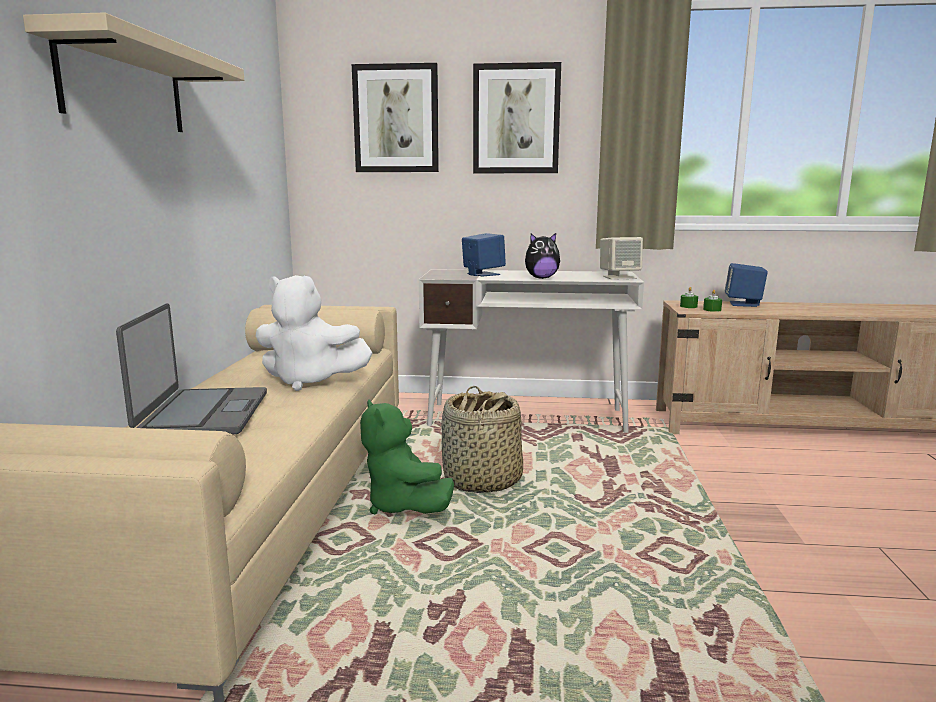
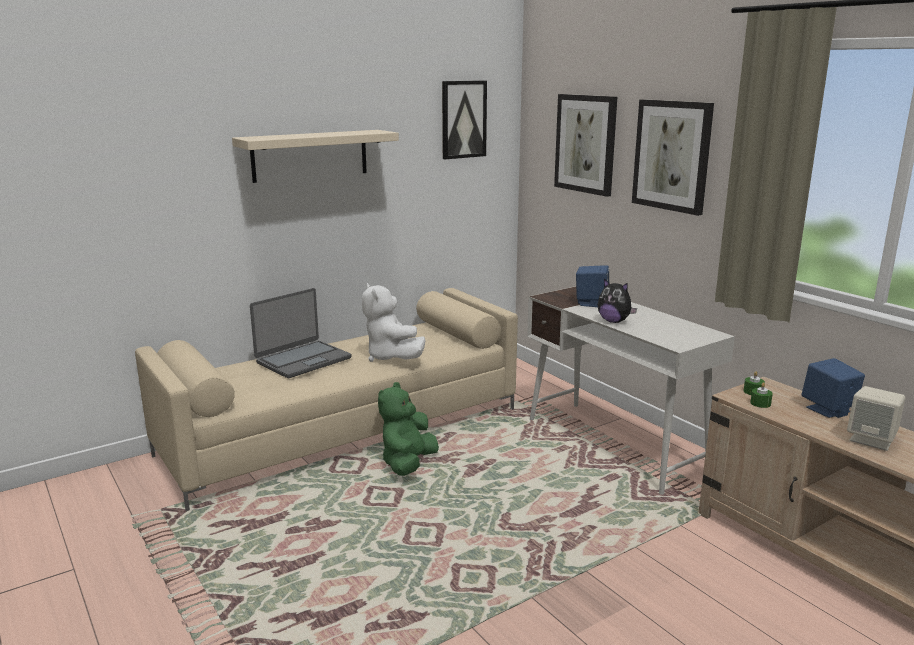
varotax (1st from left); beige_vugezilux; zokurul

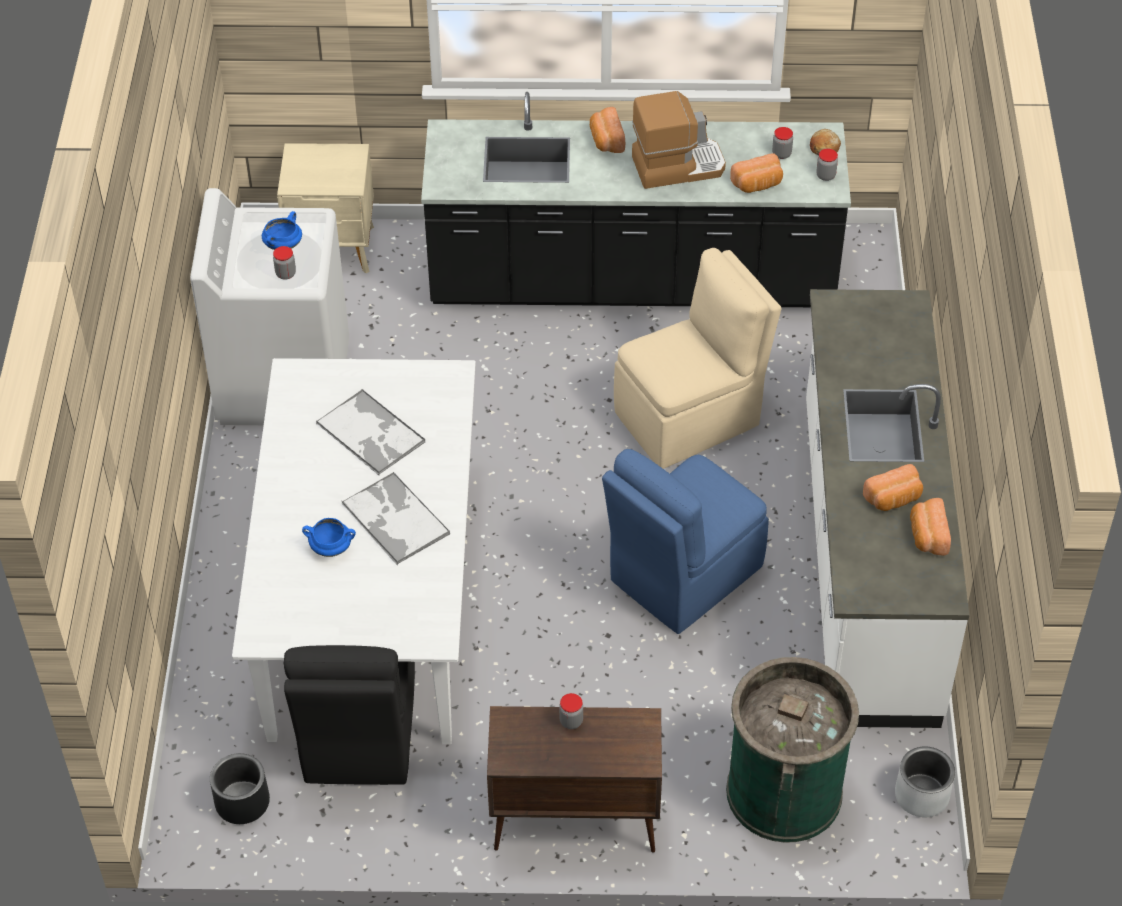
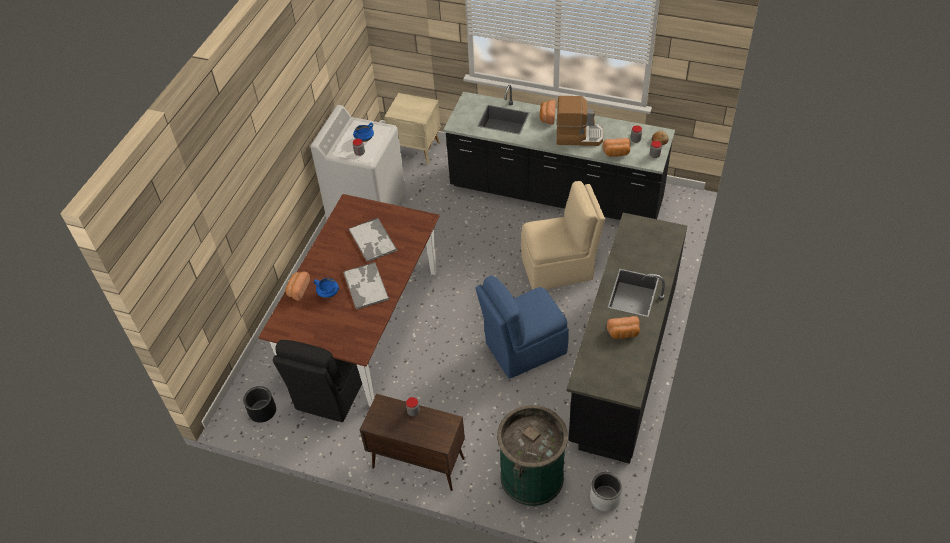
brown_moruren; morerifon (1st from left); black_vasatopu (2nd from left)

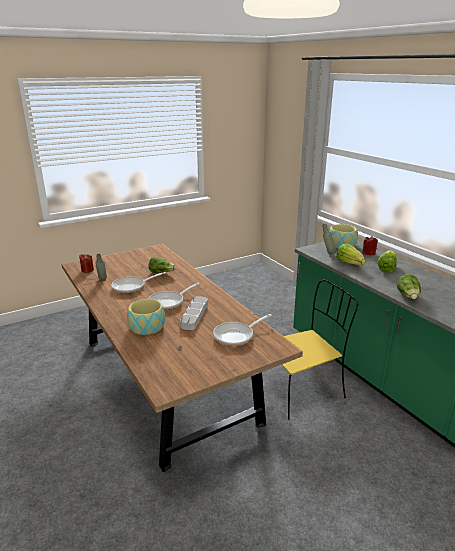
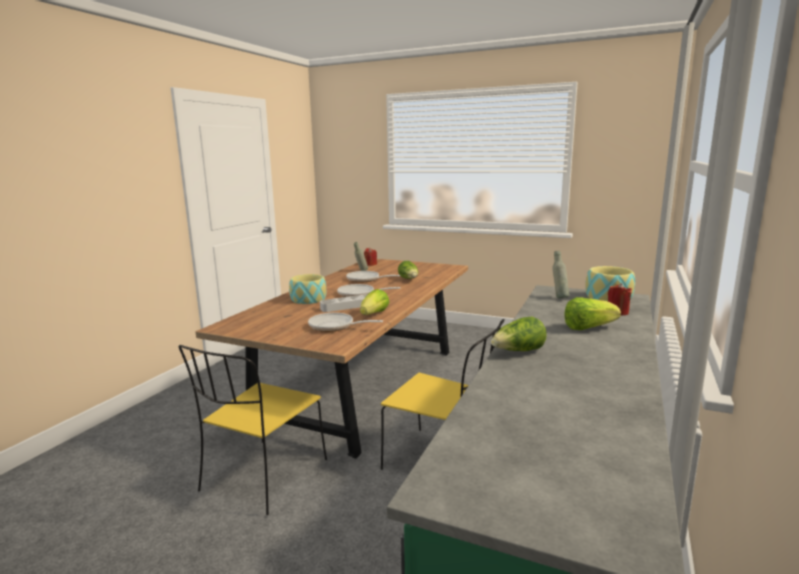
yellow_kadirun (1st from left); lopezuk (1st from left)

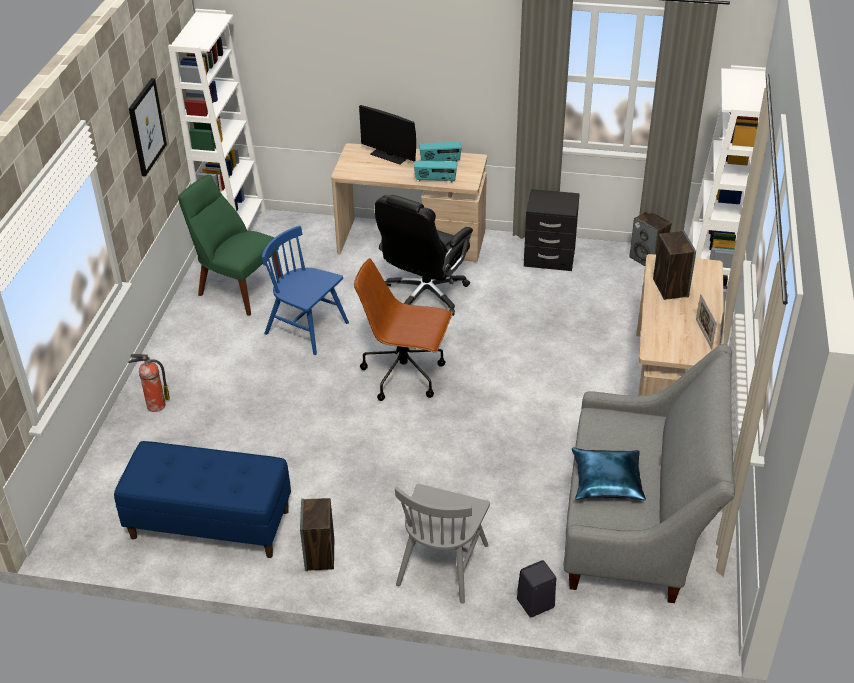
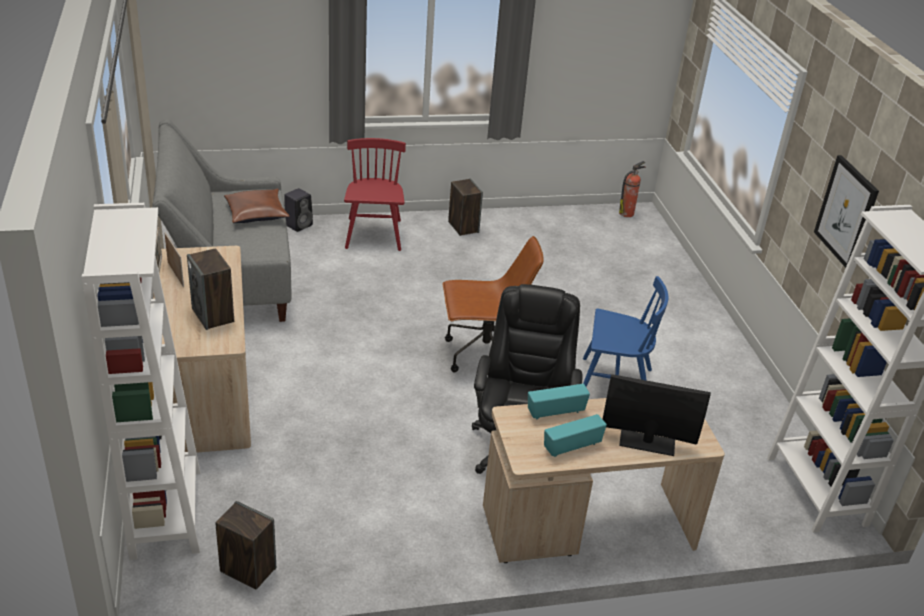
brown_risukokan; red_kadirun; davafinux; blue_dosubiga; green_kadirun; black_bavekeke

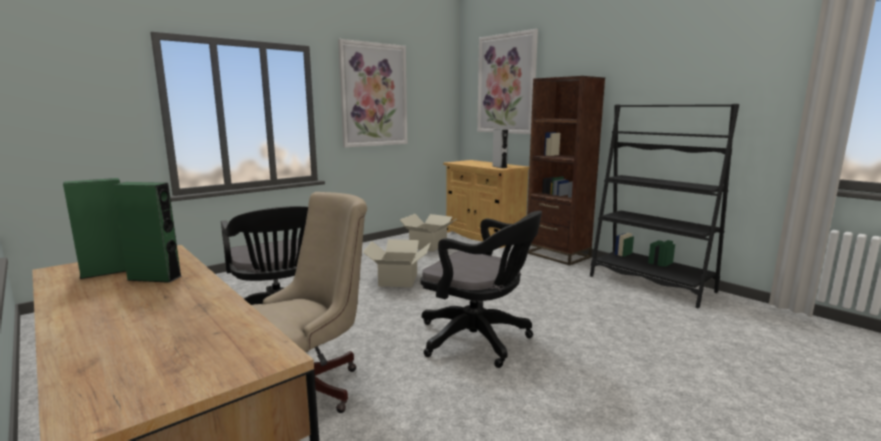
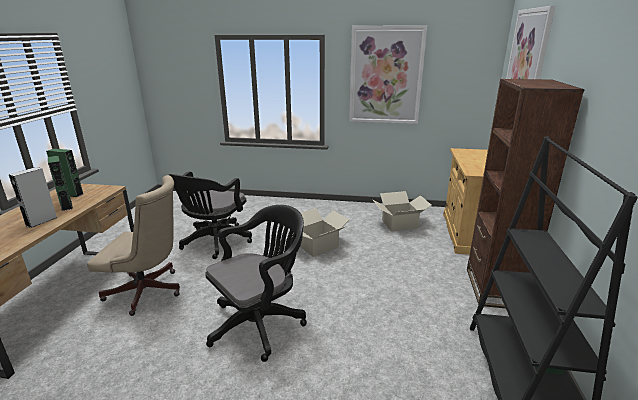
grey_vugezilux; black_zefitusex (2nd from left)

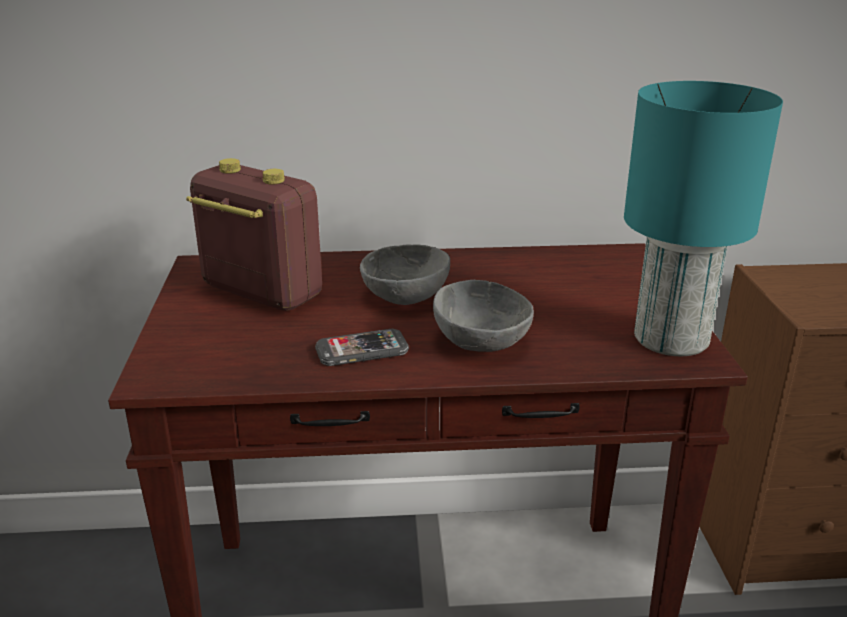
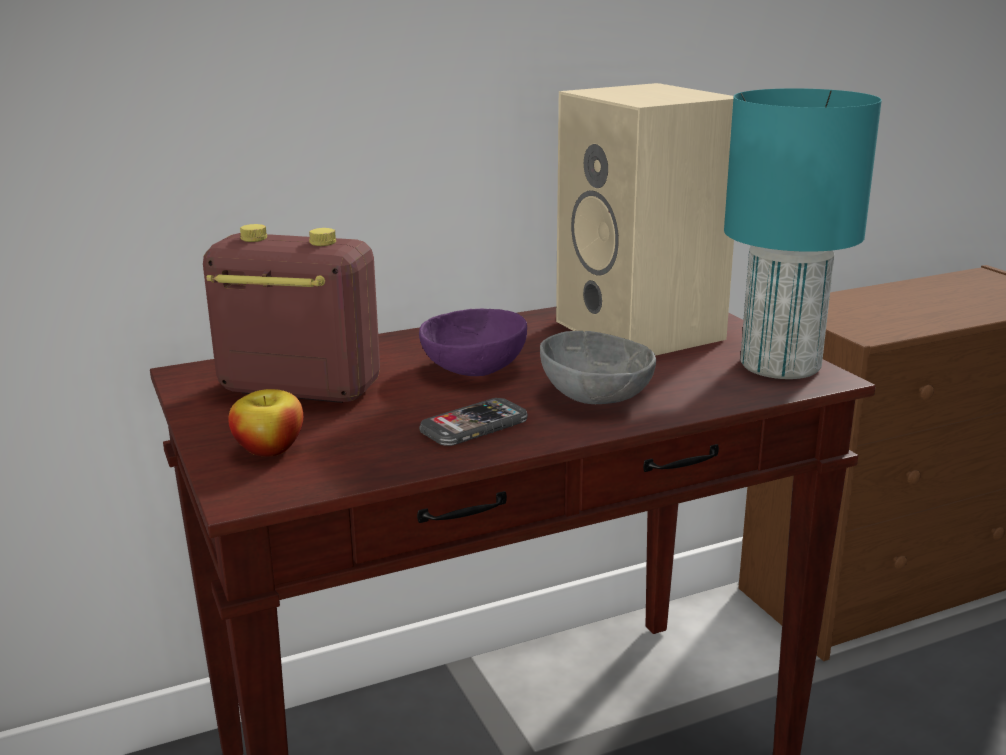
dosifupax; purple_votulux; beige_vugezilux

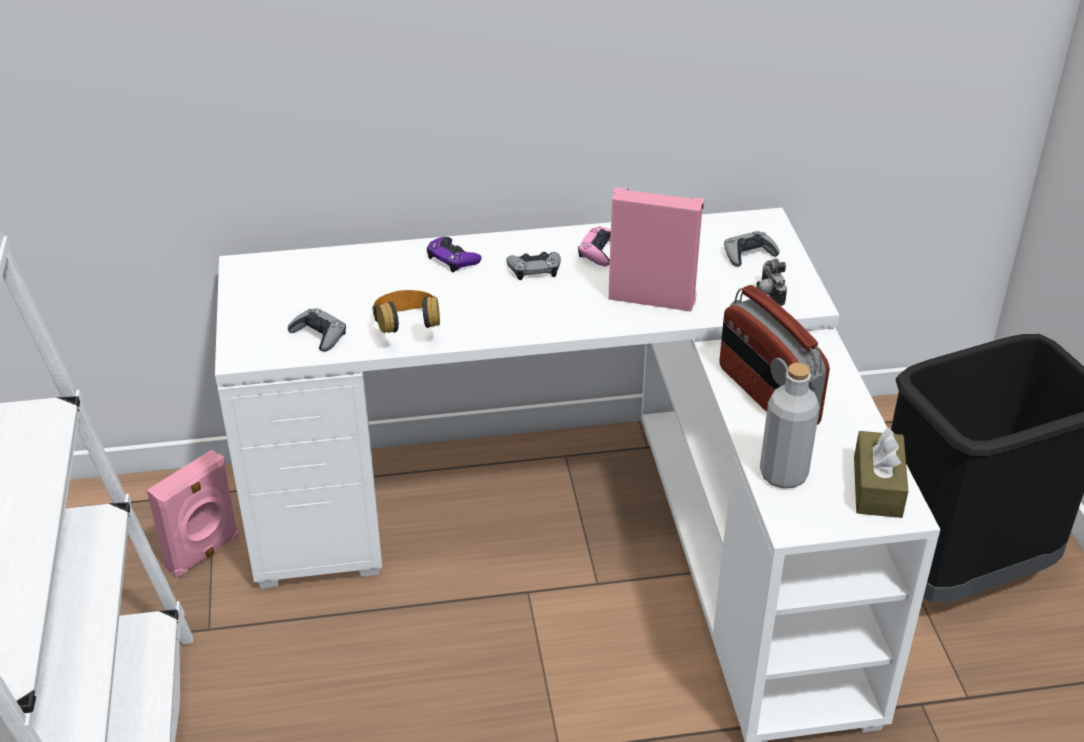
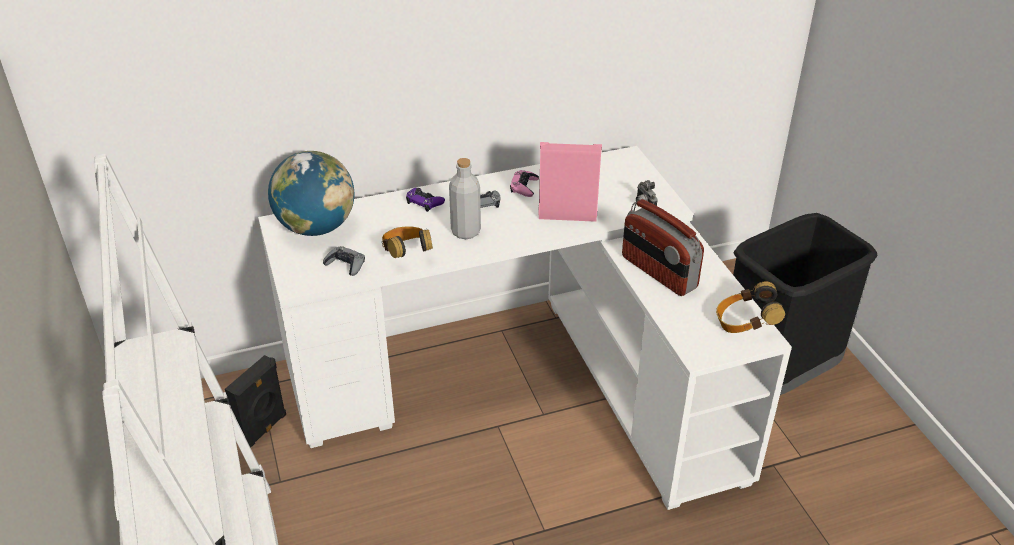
black_vugezilux; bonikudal; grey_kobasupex; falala (2nd from left); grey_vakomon (3rd from left in the first image)

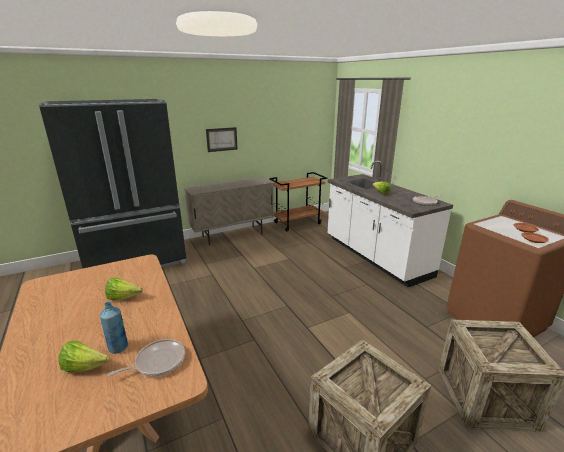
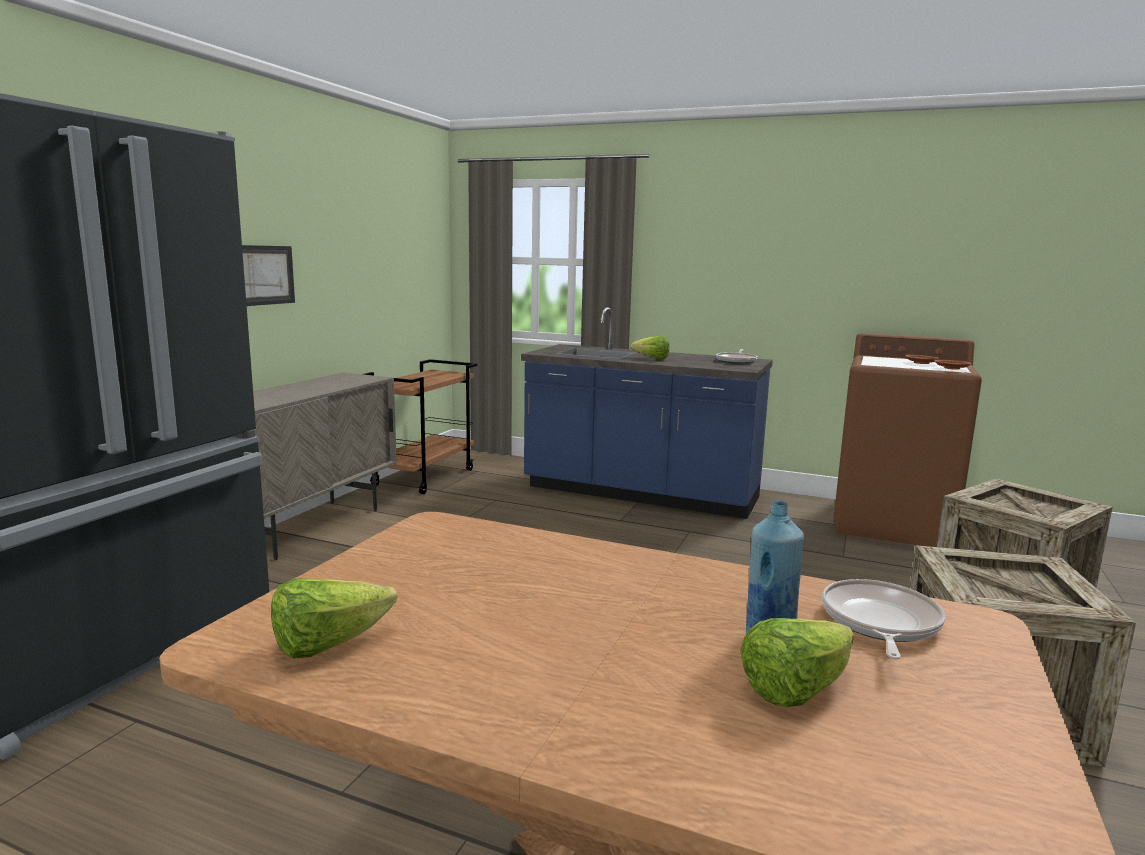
lopezuk (1st from left); blue_vasatopu

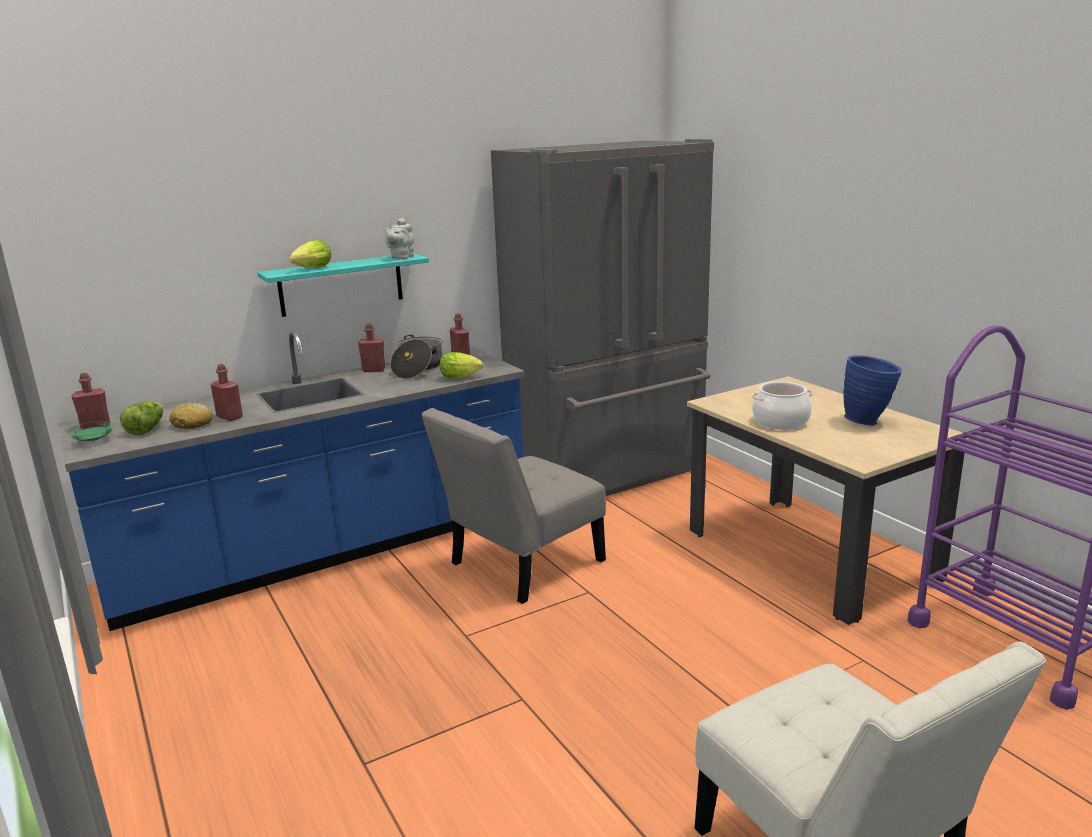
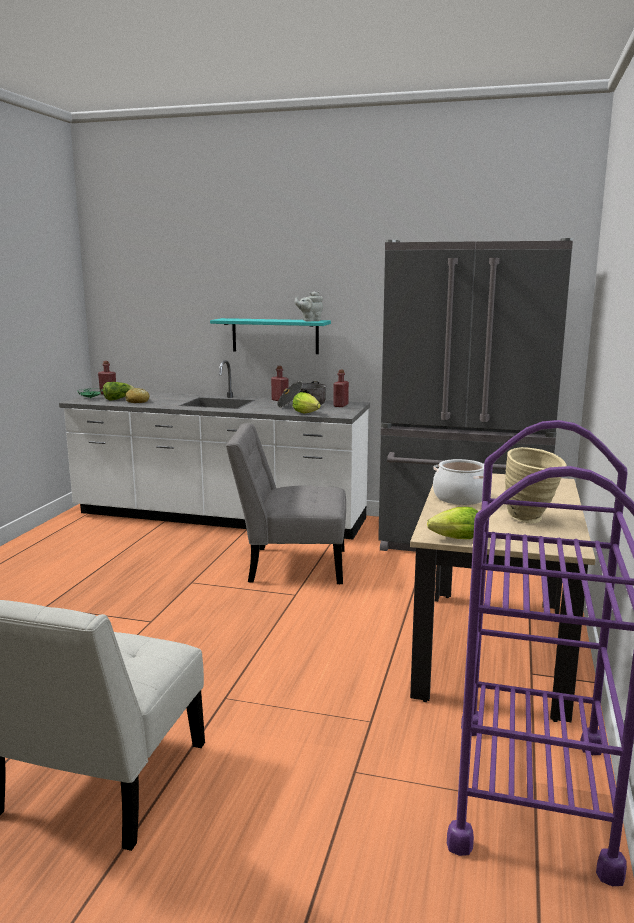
white_vasatopu; lopezuk (3rd from left); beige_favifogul; red_kobasupex (2nd from left in the first image)

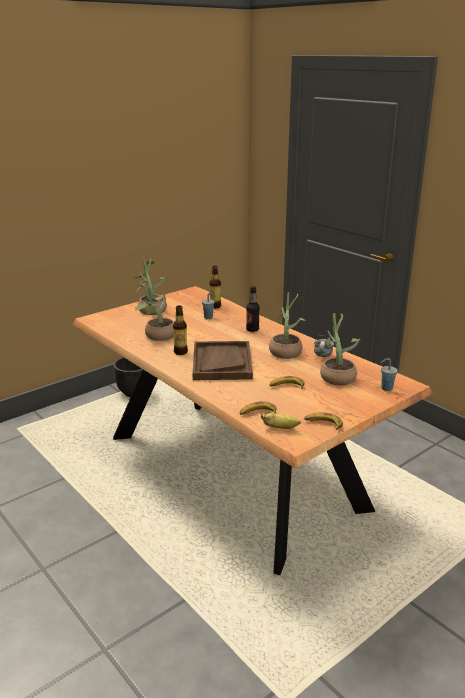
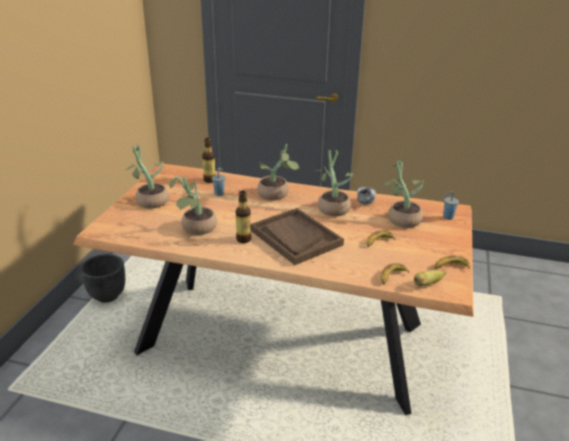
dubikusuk (3rd from left)

